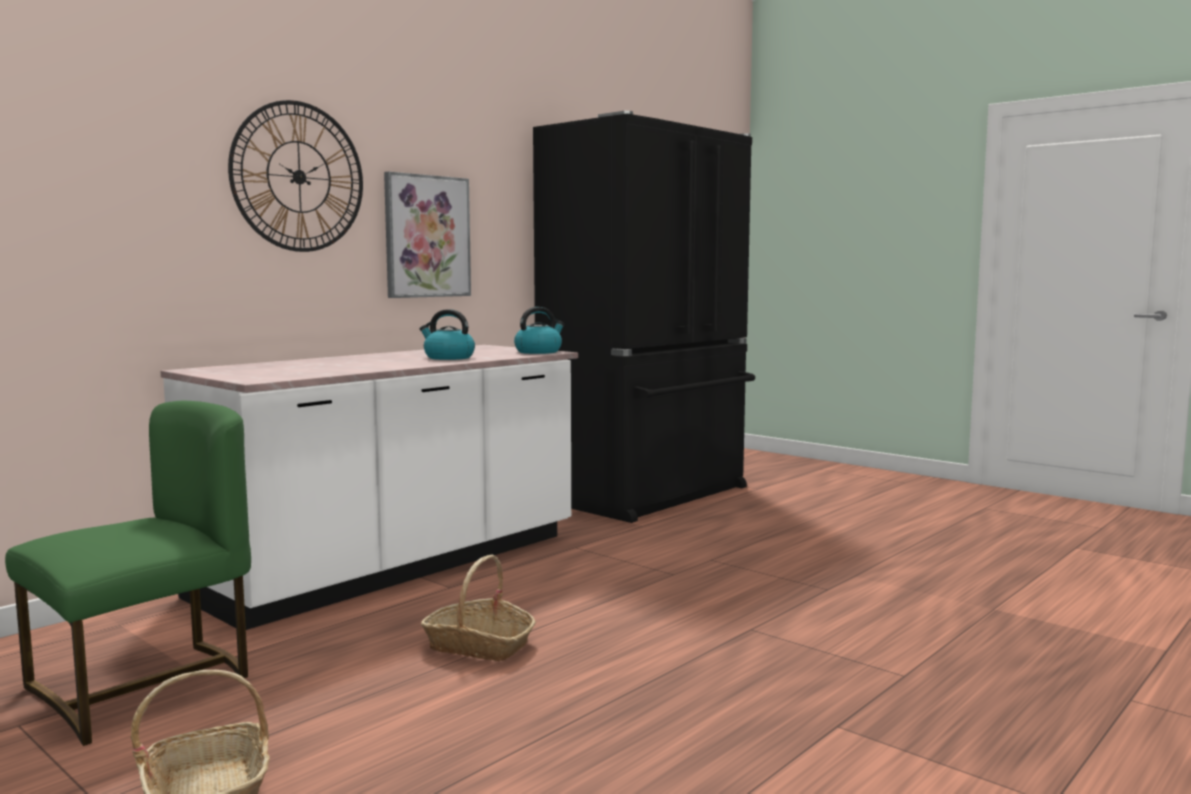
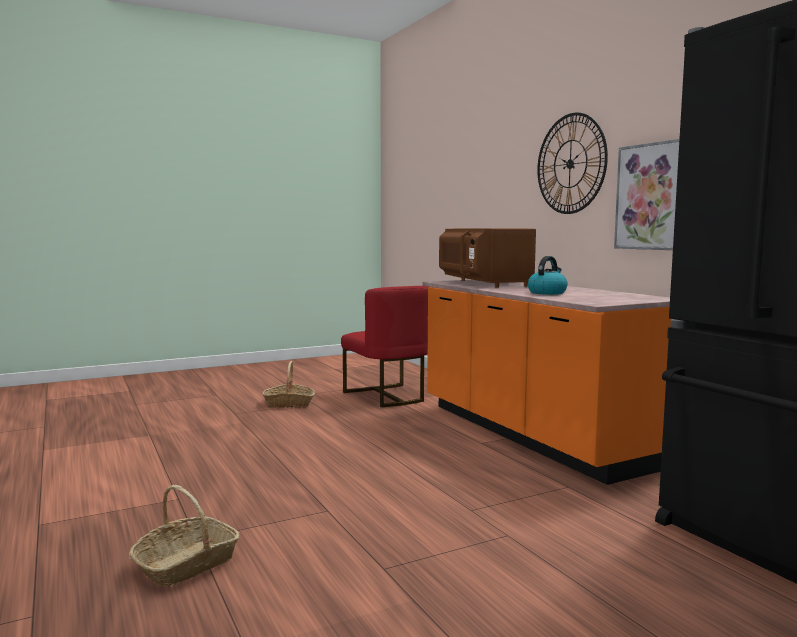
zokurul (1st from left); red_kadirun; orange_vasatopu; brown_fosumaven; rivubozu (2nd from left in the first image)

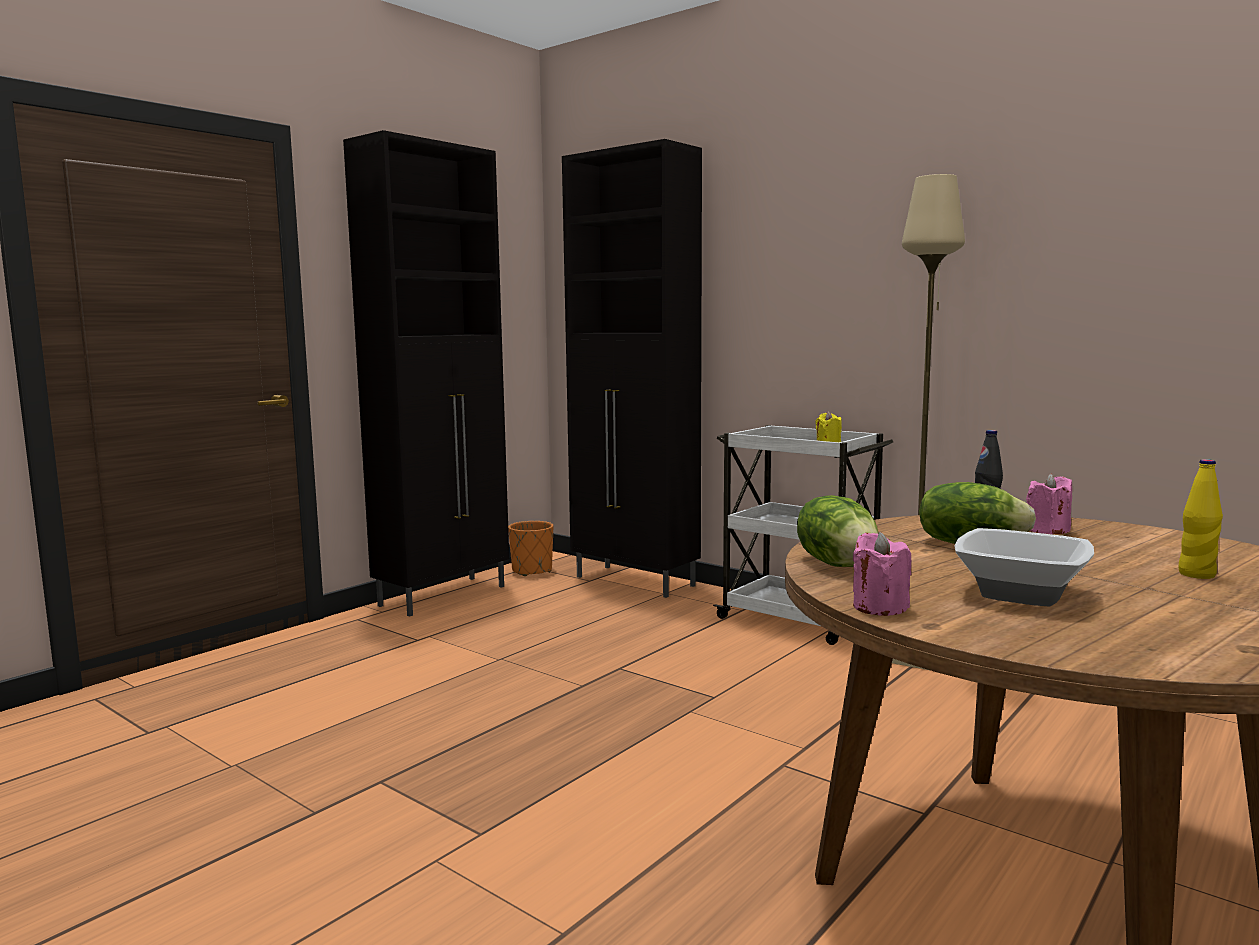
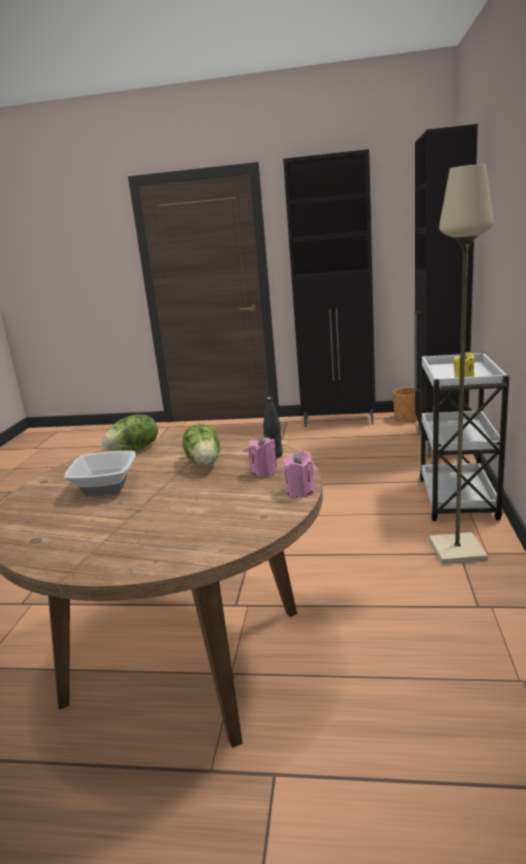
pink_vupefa (2nd from left); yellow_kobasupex

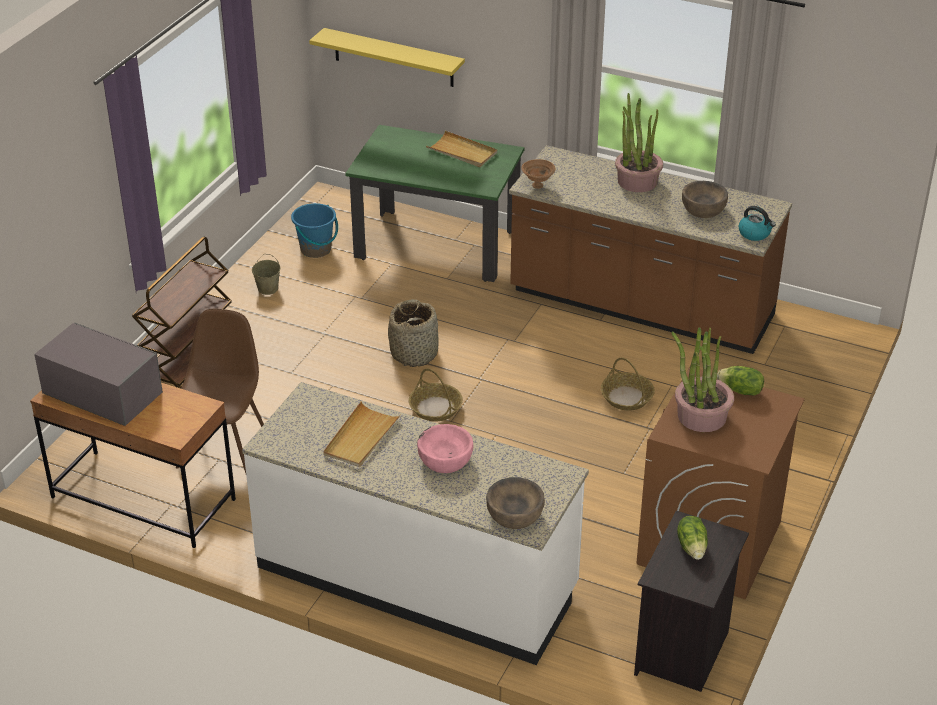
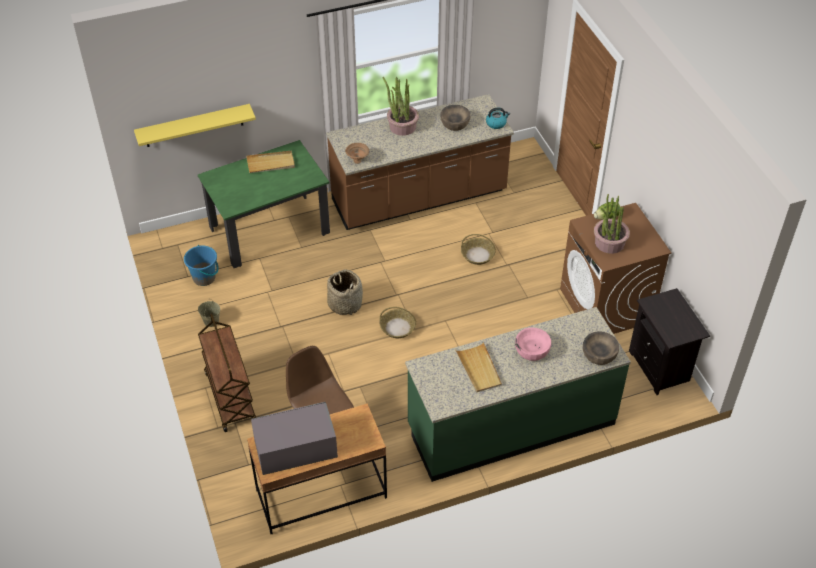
green_vasatopu; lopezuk (1st from left in the first image)

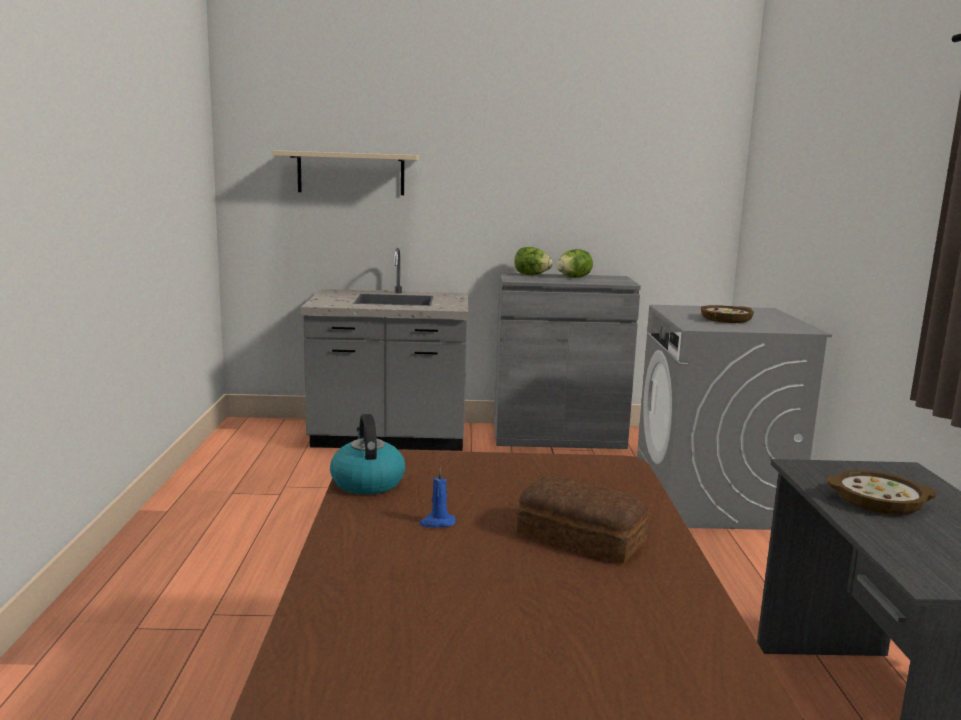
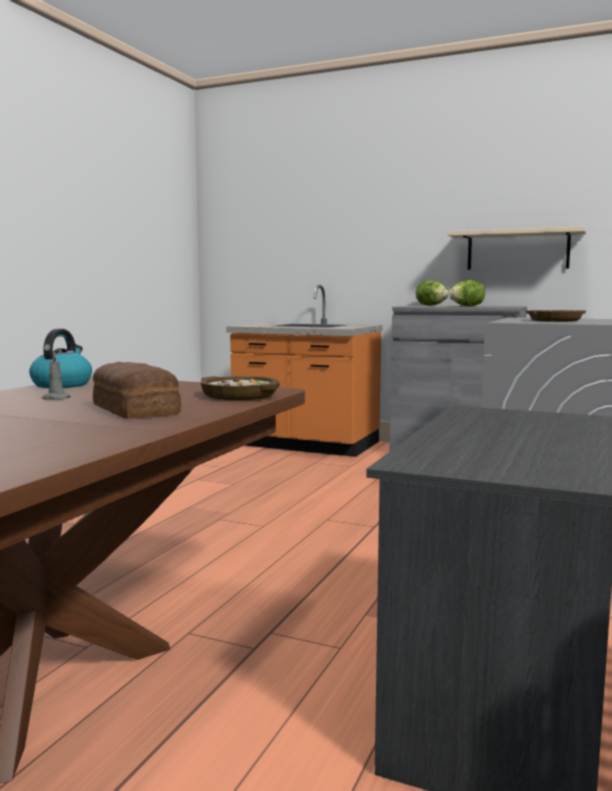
grey_vupefa; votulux (1st from left); orange_vasatopu; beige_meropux

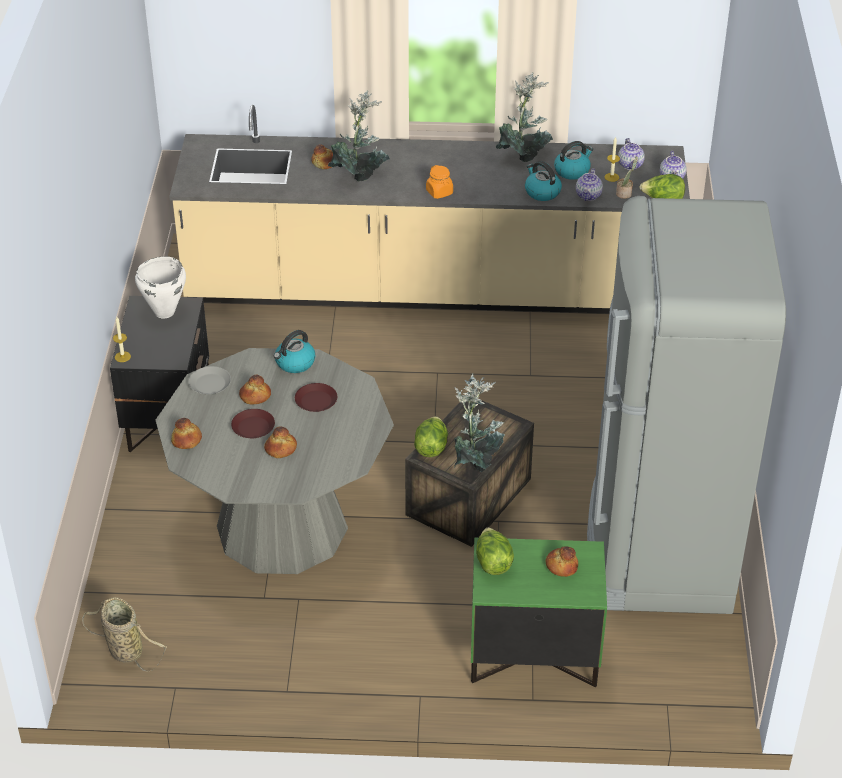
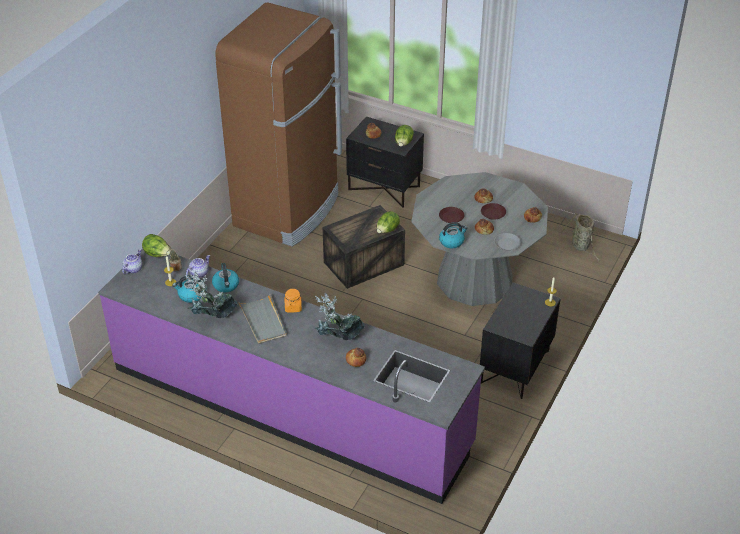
purple_vasatopu; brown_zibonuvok; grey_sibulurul; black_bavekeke (1st from left); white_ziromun; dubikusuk (2nd from left in the first image); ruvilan (2nd from left in the first image)

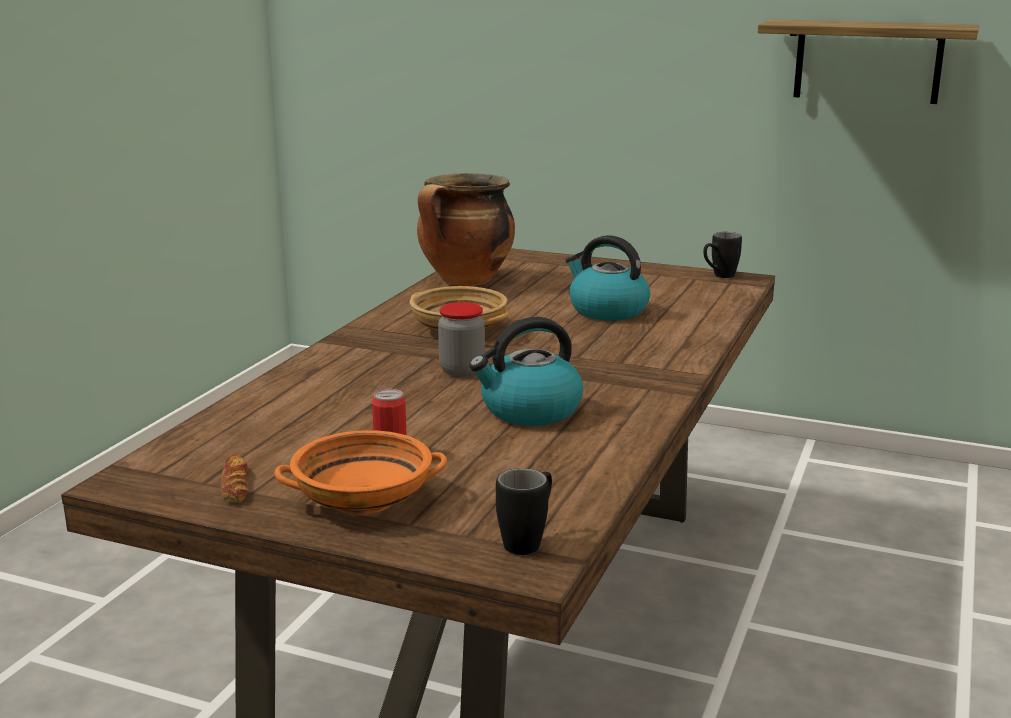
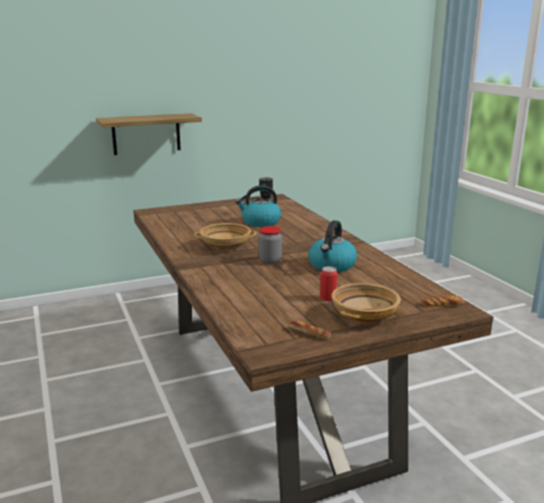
meropux; beige_votulux (2nd from left); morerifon (2nd from left); ziromun

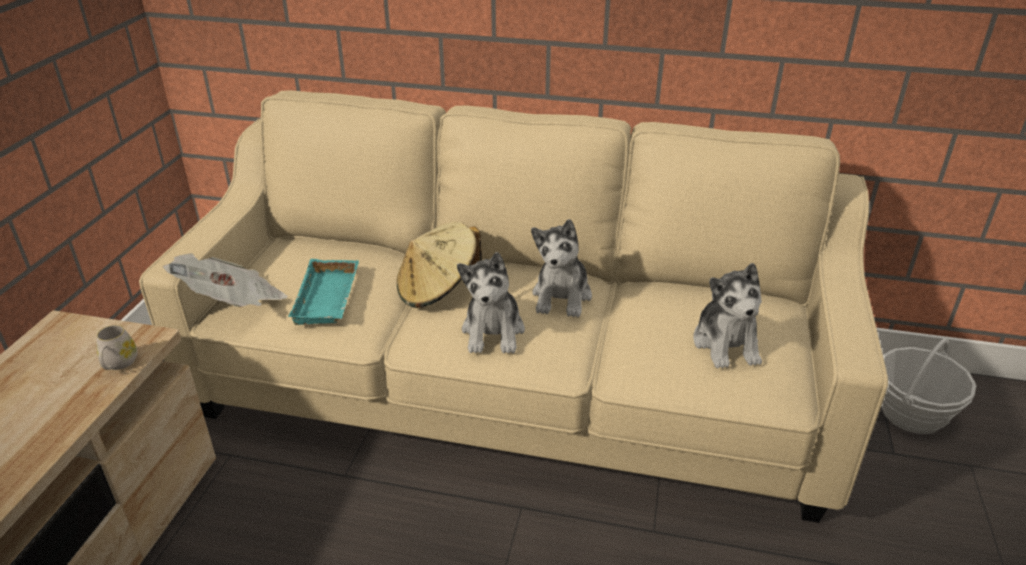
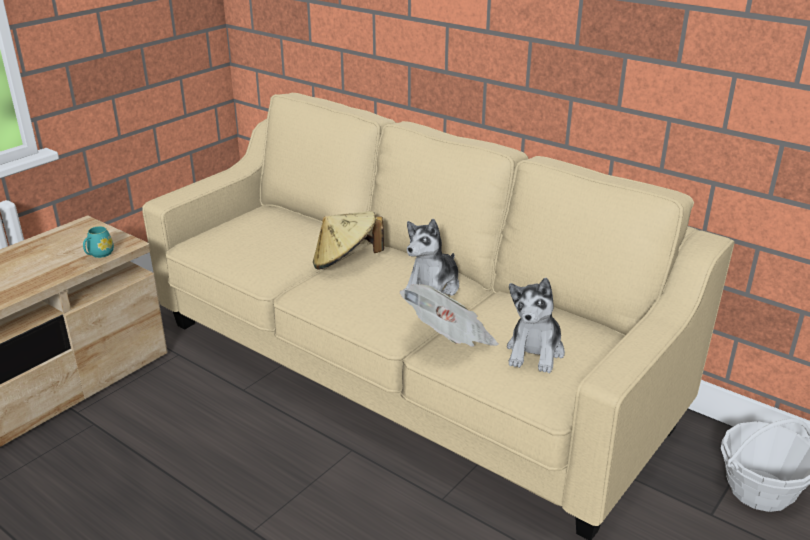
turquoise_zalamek; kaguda; turquoise_sibulurul; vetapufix (1st from left in the first image)

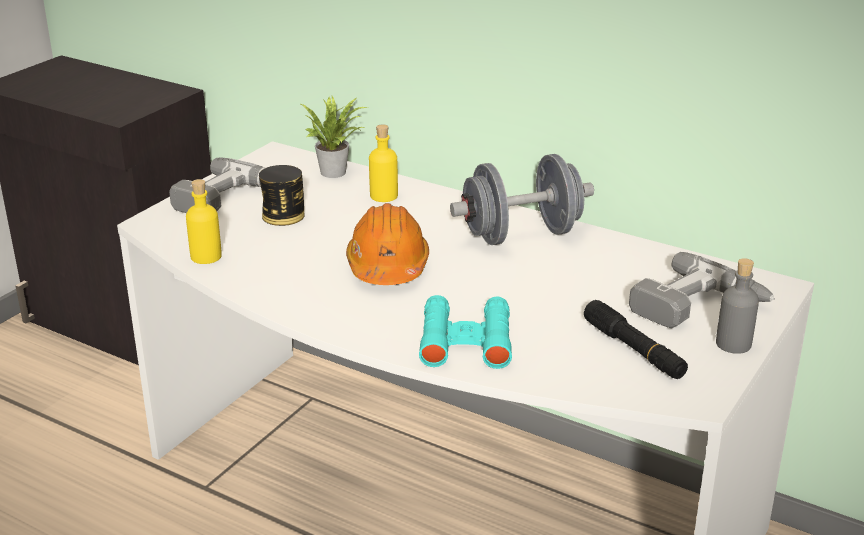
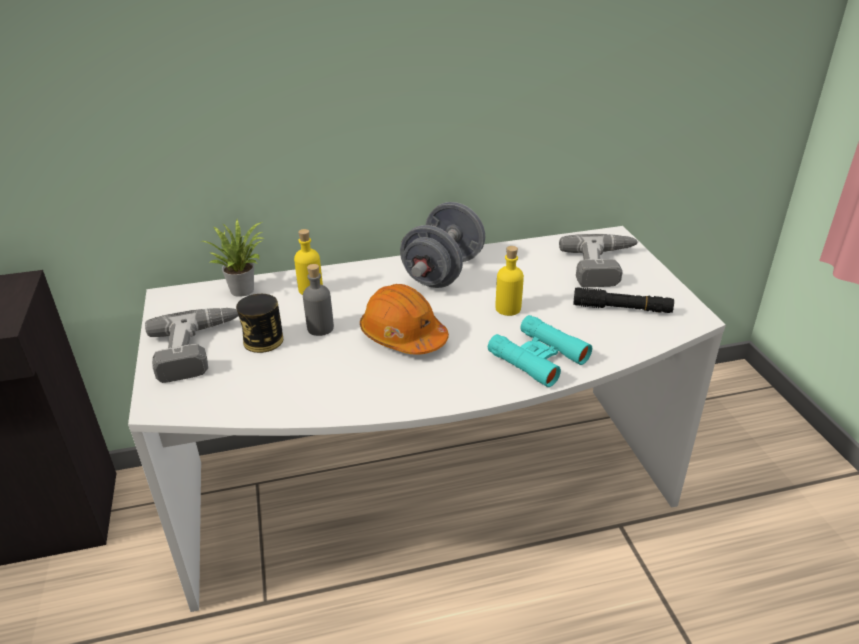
grey_kobasupex; yellow_kobasupex (2nd from left)

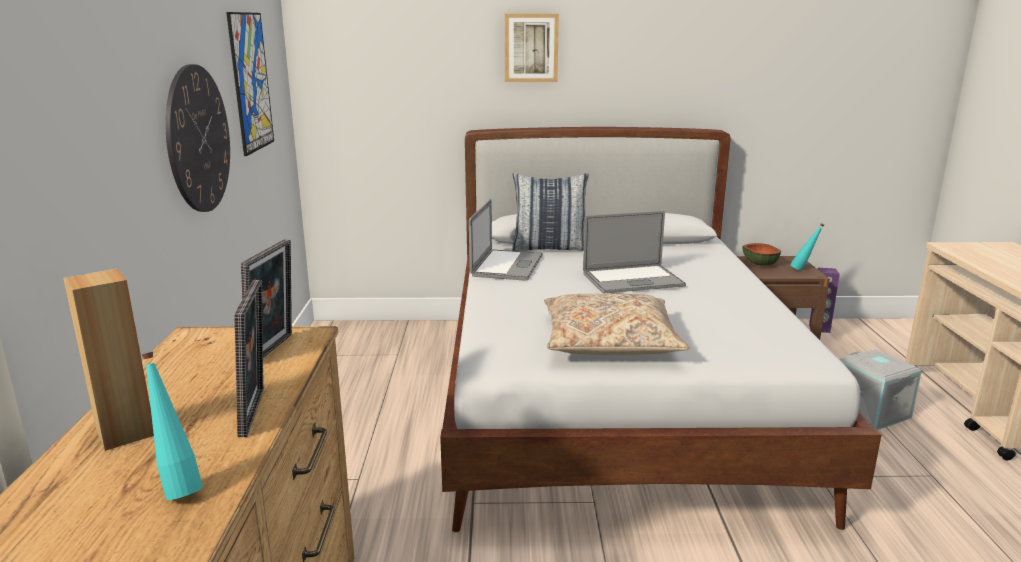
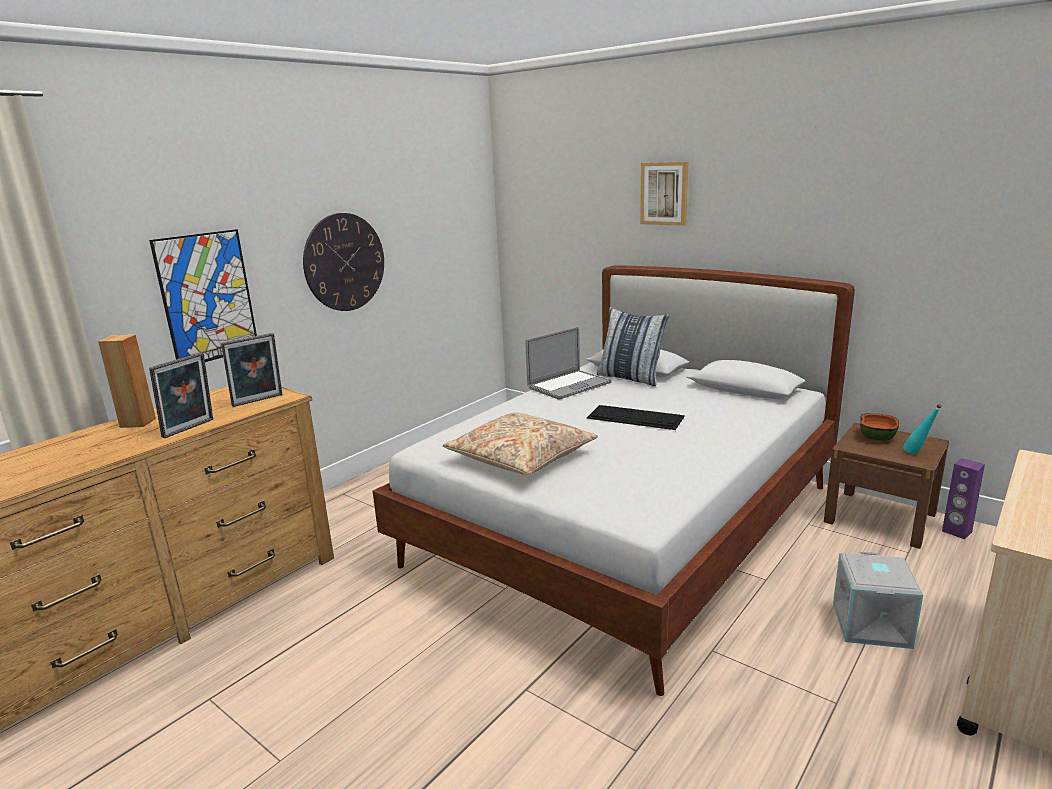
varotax (1st from left); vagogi; turquoise_kobasupex (1st from left in the first image)

